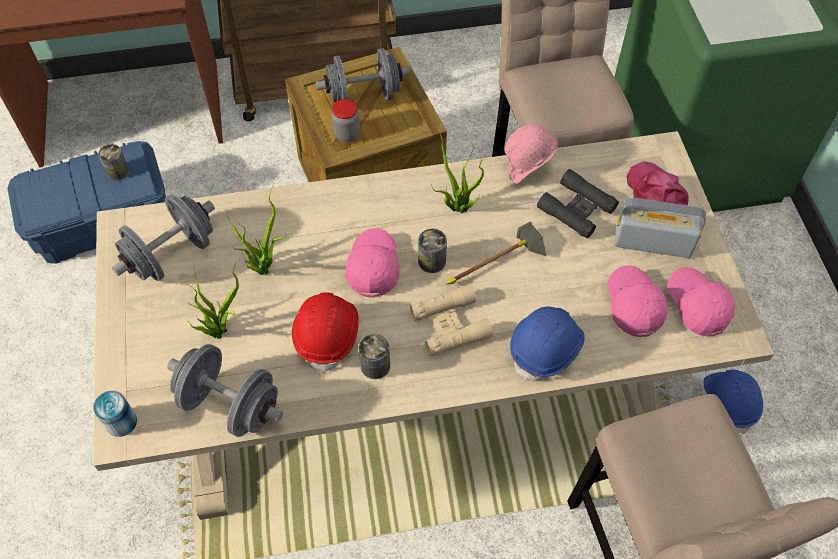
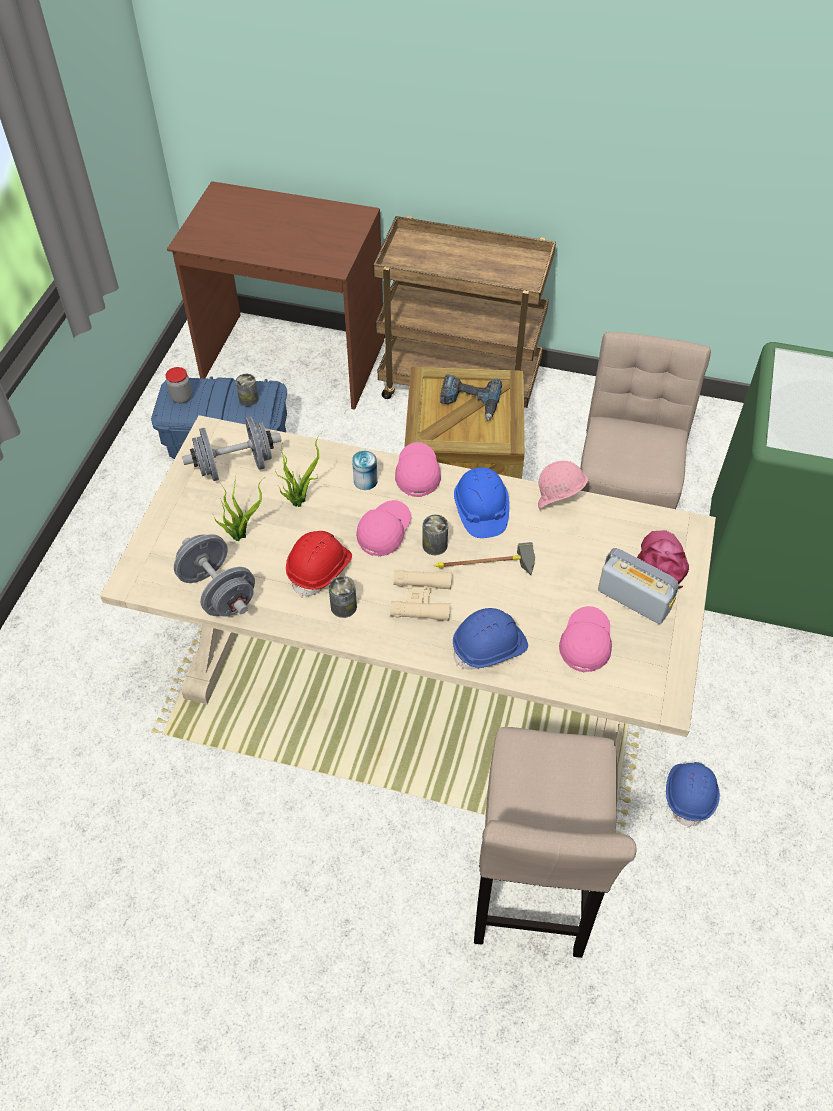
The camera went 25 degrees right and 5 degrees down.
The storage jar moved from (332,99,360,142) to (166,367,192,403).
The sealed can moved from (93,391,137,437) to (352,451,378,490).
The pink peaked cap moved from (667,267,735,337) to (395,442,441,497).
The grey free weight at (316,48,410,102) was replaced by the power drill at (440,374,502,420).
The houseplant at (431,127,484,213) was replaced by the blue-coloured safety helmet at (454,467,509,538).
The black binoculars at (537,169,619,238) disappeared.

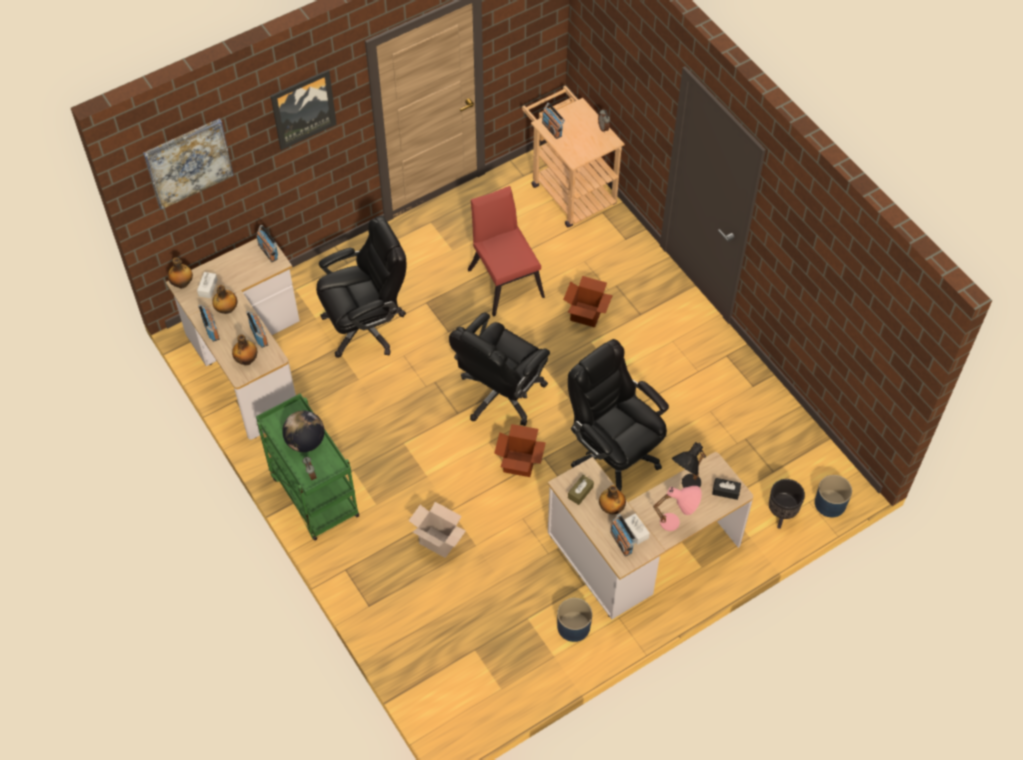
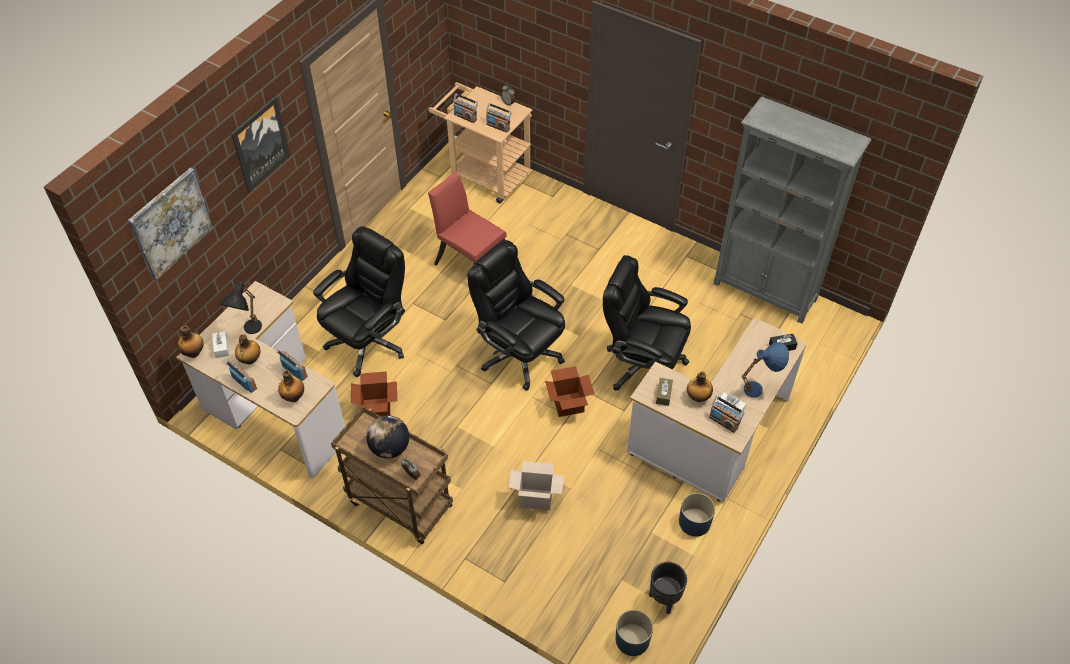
The camera went 25 degrees left and 5 degrees down.
The black tabletop lamp moved from (672,442,706,488) to (220,281,262,334).
The green-coloured cart at (256,393,359,541) became the brownish cart at (331,407,453,544).
The packing box moved from (563,276,613,328) to (351,371,397,417).
The black office chair at (449,312,550,426) turned 120 degrees clockwise.
The radio set moved from (256,225,278,262) to (486,103,511,133).
The blue-coloured planter moved from (815,475,852,517) to (616,610,653,656).
The black planter moved from (769,479,805,529) to (649,562,687,614).
The grey bookcase at (713,97,871,324) appeared.
The pink tabletop lamp at (653,486,702,531) became the blue-coloured tabletop lamp at (741,342,789,397).

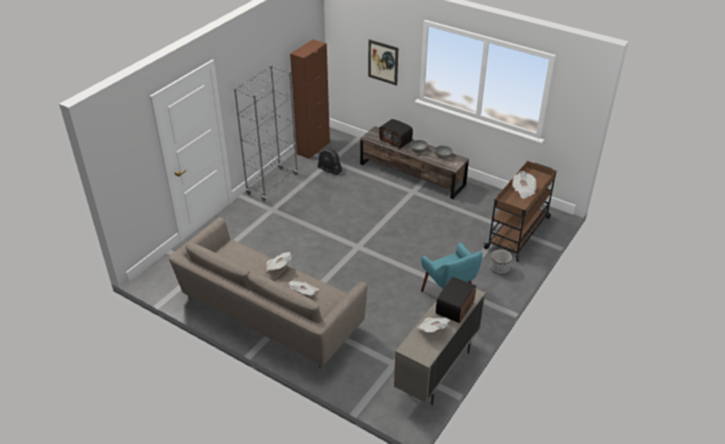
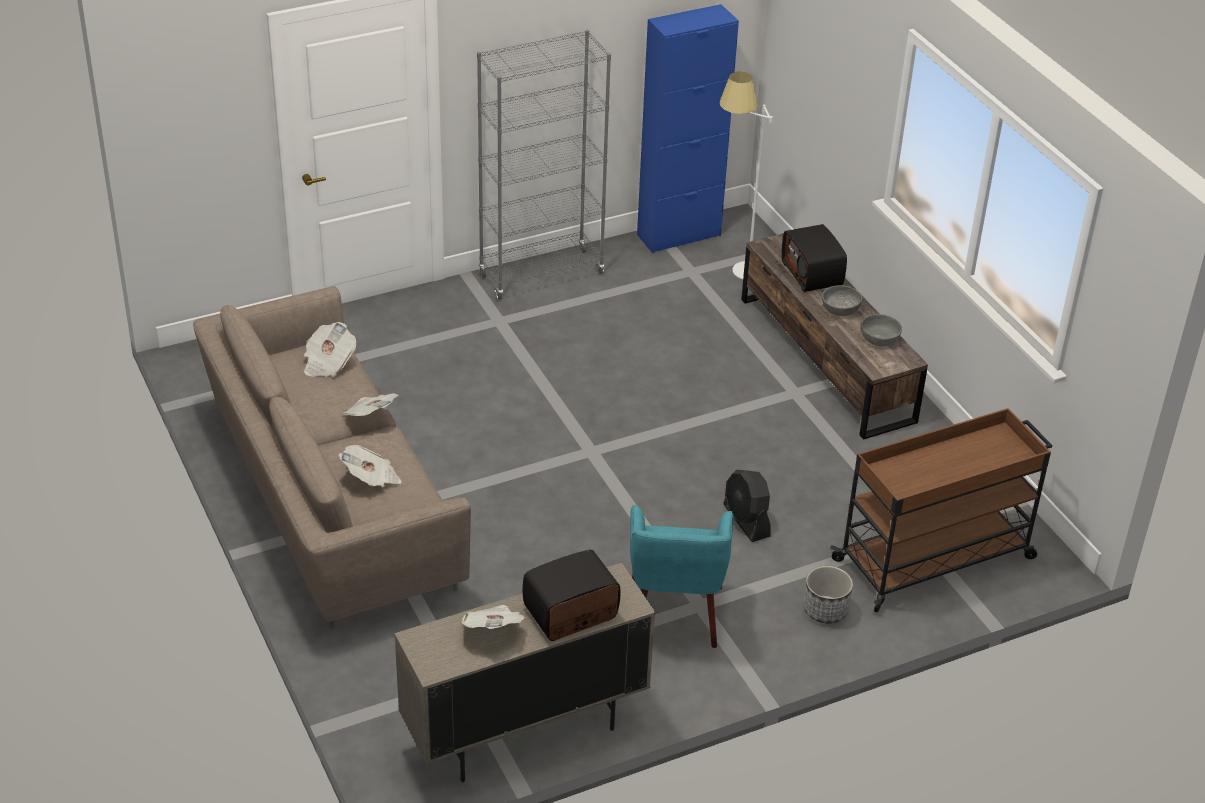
The camera went 30 degrees right and 0 degrees up.
The printed paper moved from (512,171,536,198) to (304,322,356,377).
The brownish cupboard at (290,39,330,159) became the blue-coloured cupboard at (637,4,739,253).
The white-coloured floor lamp at (720,71,773,279) appeared.
The black electric fan moved from (318,148,342,175) to (723,470,770,542).
The wall art at (368,39,398,86) disappeared.

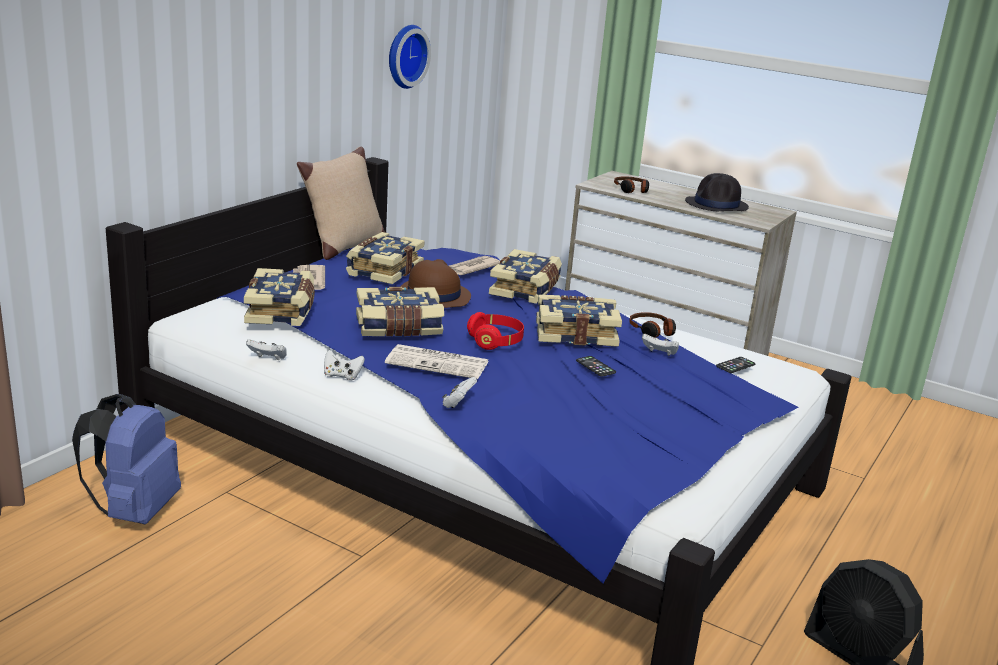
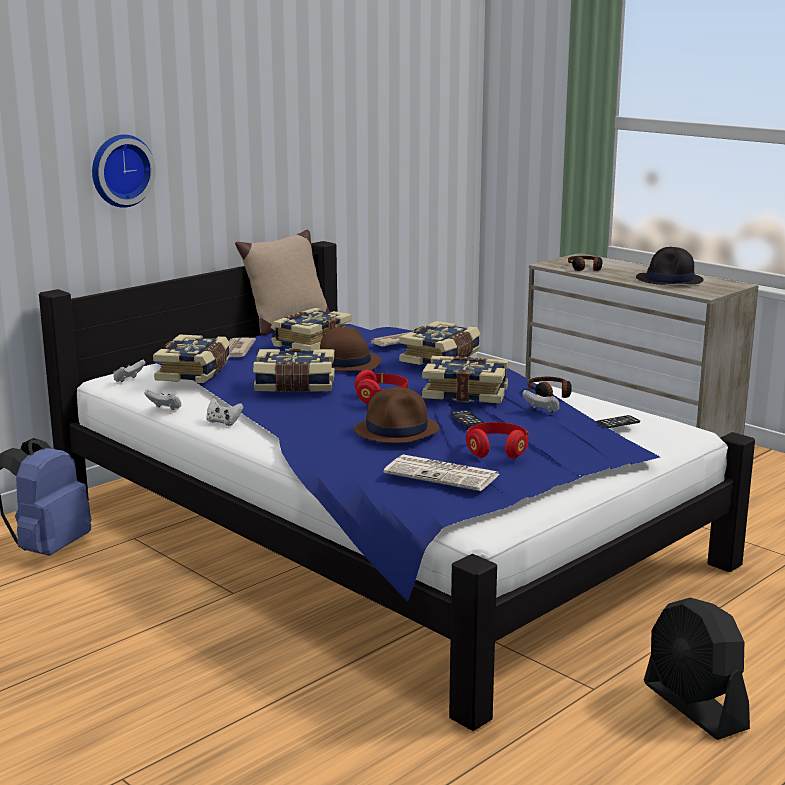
The camera went 15 degrees right and 5 degrees down.
The wall clock moved from (389,25,431,89) to (92,135,156,208).
The white-coloured gamepad moved from (442,377,477,408) to (113,359,146,382).
The brownish clothing hat at (354,387,440,443) appeared.
The printed paper moved from (385,344,489,379) to (384,455,499,491).
The red-coloured headset at (466,422,529,458) appeared.

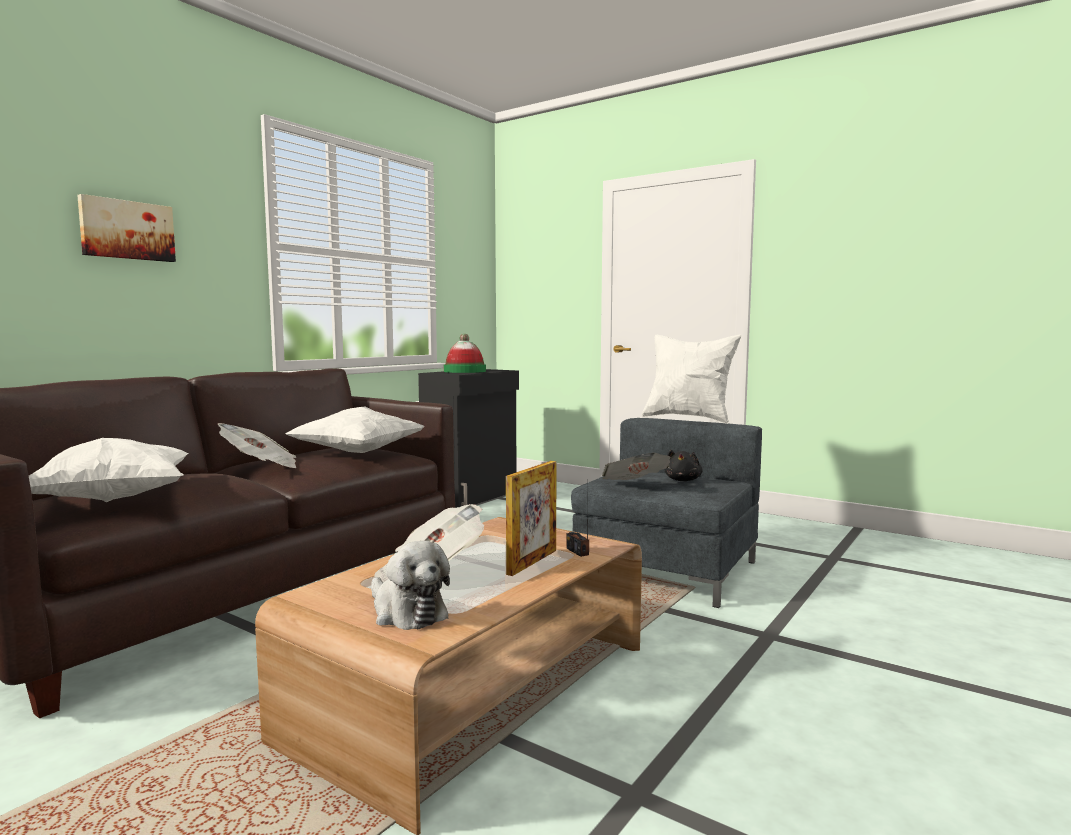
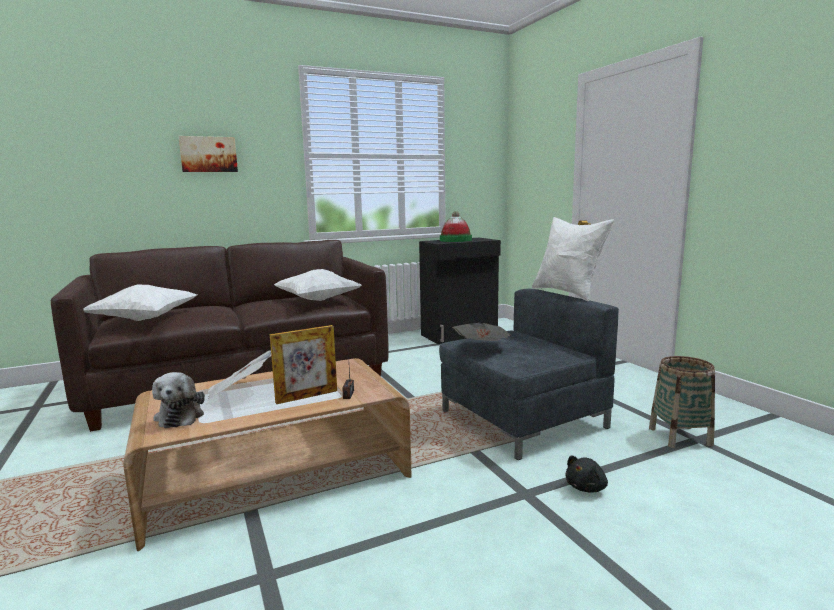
The camera went 30 degrees right and 5 degrees up.
The black cuddly toy moved from (665,450,703,481) to (565,455,608,493).
The household basket at (649,356,715,448) appeared.
The printed paper at (218,423,296,468) disappeared.

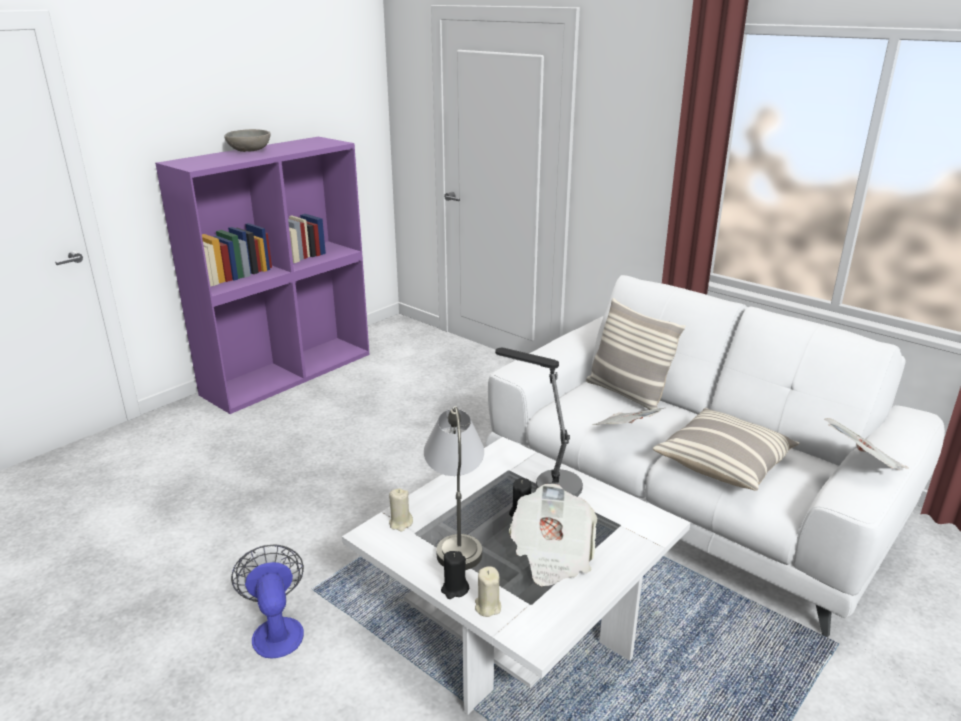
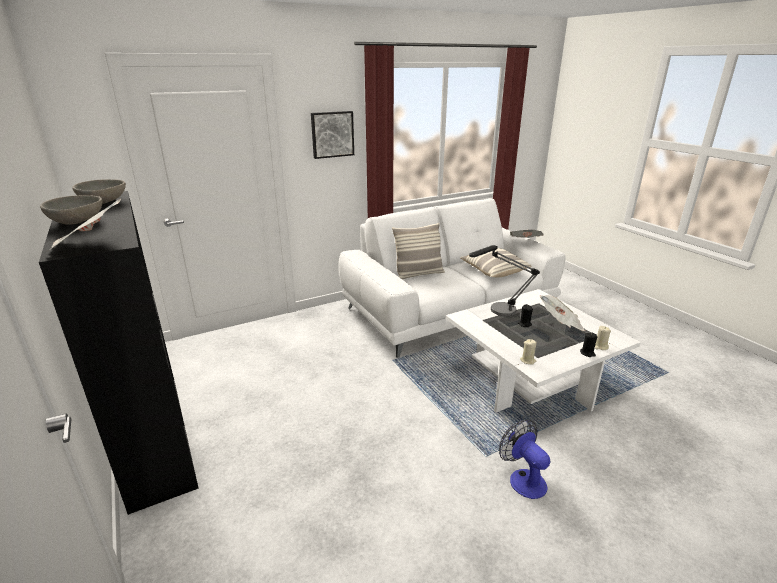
The camera went 70 degrees left and 0 degrees up.
The purplish bookcase at (155,137,370,414) became the black bookcase at (39,191,199,515).
The printed paper moved from (592,408,664,425) to (48,199,121,251).
The grey bowl at (72,179,126,204) appeared.
The wall art at (311,111,354,159) appeared.
The electric fan at (231,545,304,658) turned 60 degrees clockwise.
The grey tabletop lamp at (424,406,484,570) disappeared.

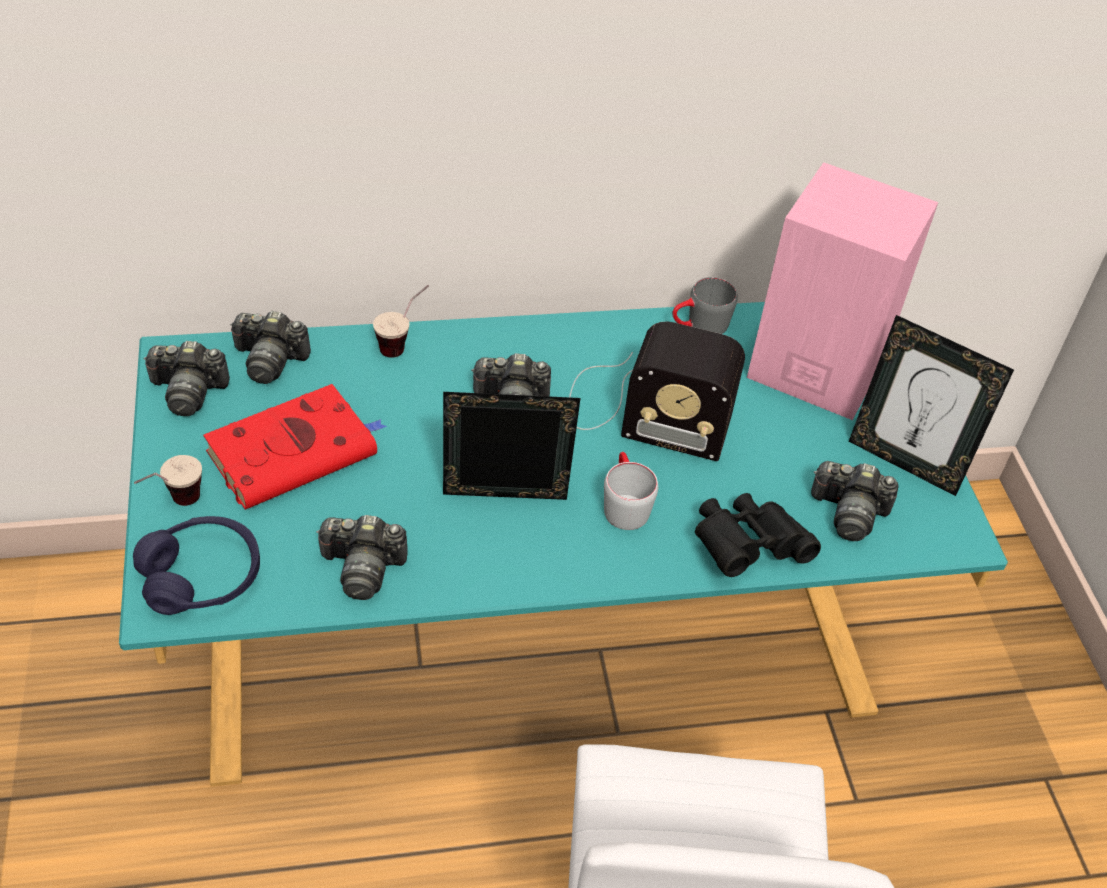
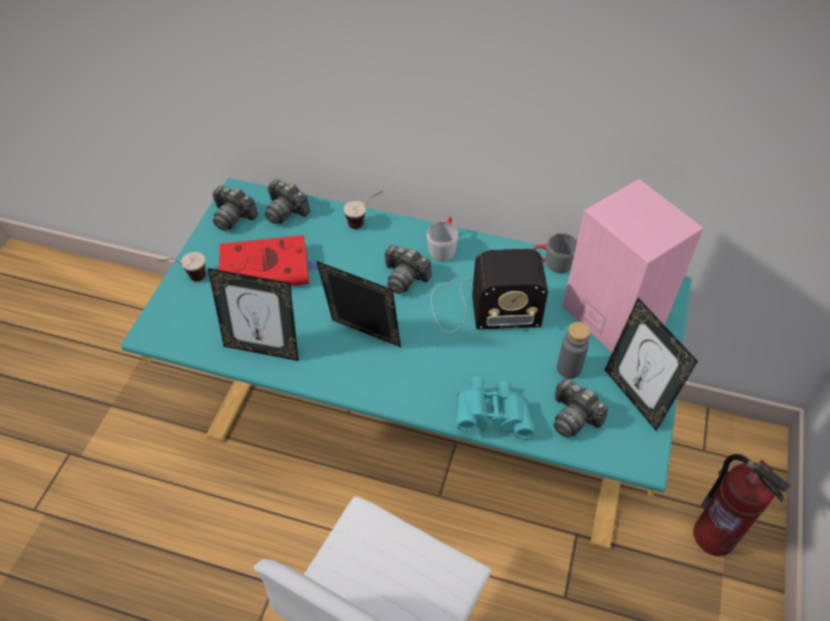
The camera went 30 degrees right and 5 degrees up.
The photo camera at (316,515,408,600) was replaced by the photo frame at (208,268,299,361).
The grey tea mug moved from (604,452,658,530) to (427,217,458,261).
The radio set at (569,321,745,461) turned 45 degrees counterclockwise.
The black binoculars at (695,493,821,577) became the turquoise binoculars at (456,377,534,439).
The grey bottle at (557,322,590,379) appeared.
The fire extinguisher at (693,454,791,556) appeared.
The purplish headset at (133,516,260,615) disappeared.

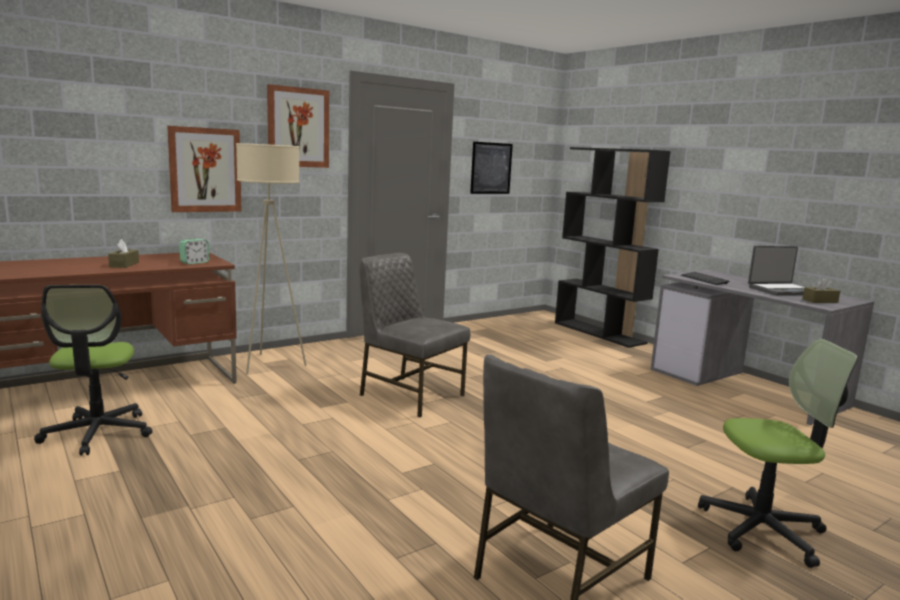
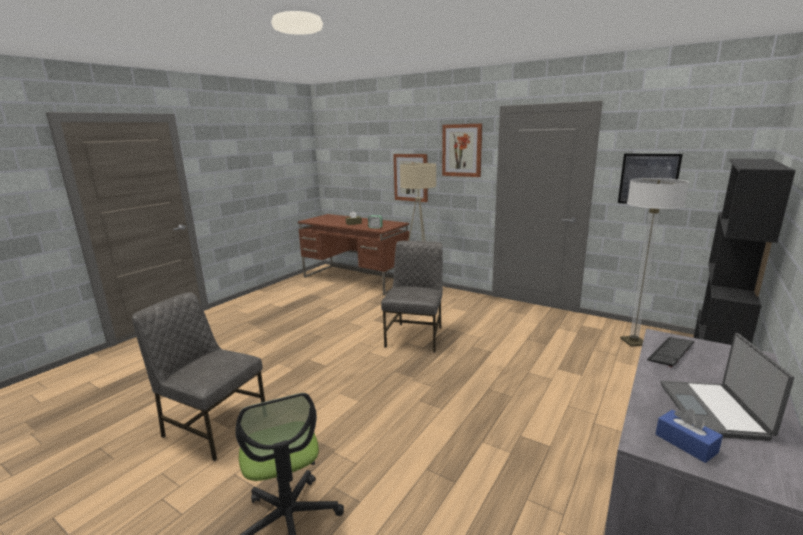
The camera went 70 degrees right and 5 degrees up.
The floor lamp at (620,178,689,347) appeared.
The brownish tissue box at (803,277,840,303) became the blue-coloured tissue box at (656,409,723,463).
The laptop at (748,246,804,296) turned 45 degrees clockwise.
The office chair at (34,285,152,456) disappeared.

